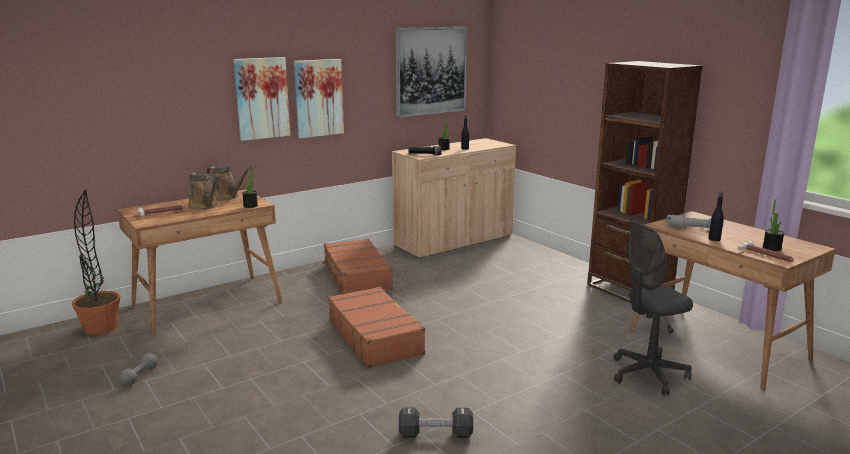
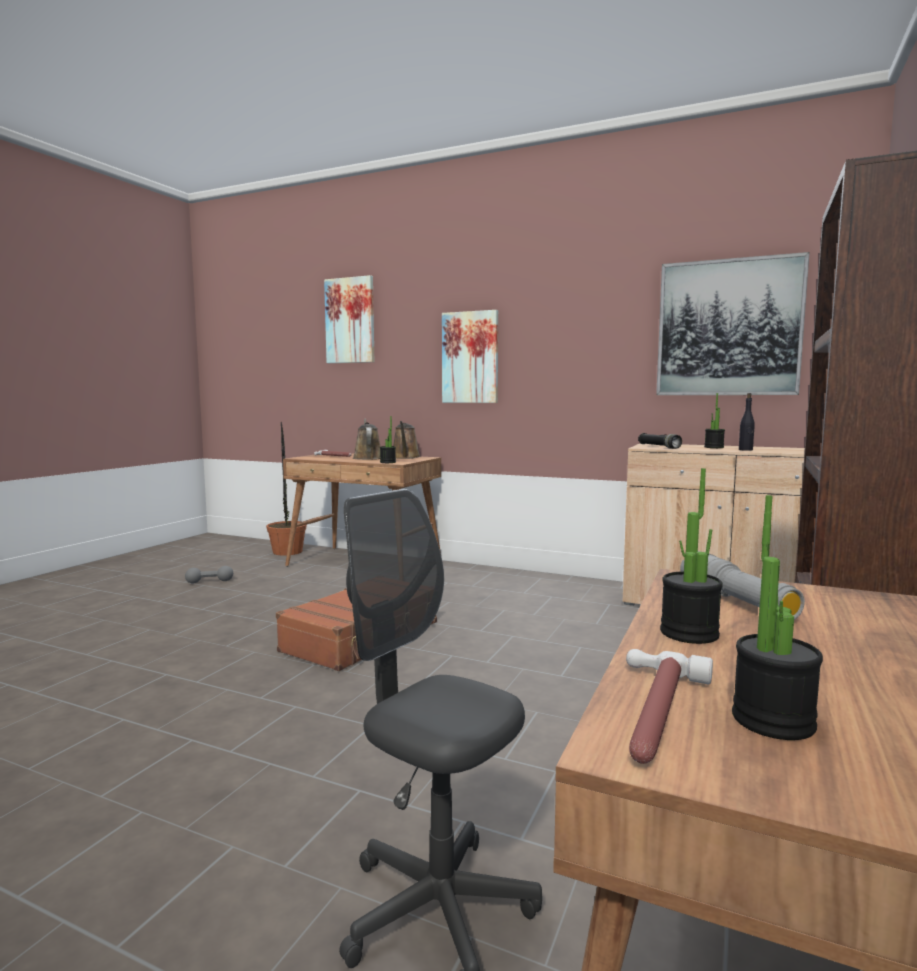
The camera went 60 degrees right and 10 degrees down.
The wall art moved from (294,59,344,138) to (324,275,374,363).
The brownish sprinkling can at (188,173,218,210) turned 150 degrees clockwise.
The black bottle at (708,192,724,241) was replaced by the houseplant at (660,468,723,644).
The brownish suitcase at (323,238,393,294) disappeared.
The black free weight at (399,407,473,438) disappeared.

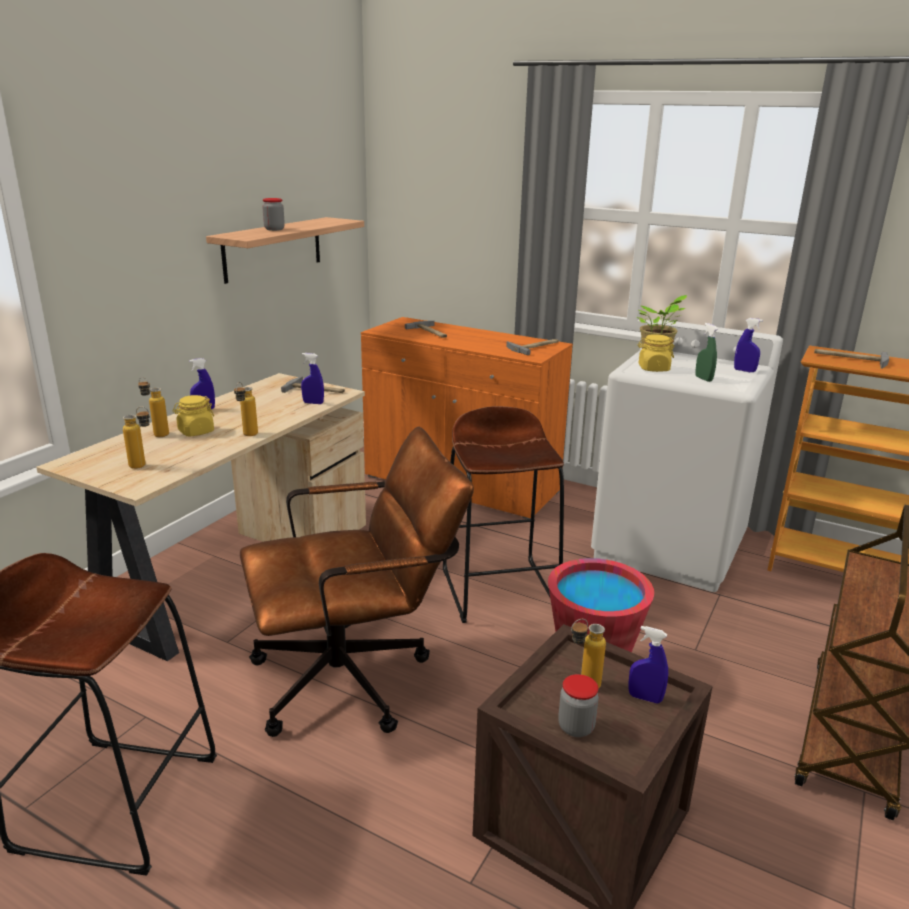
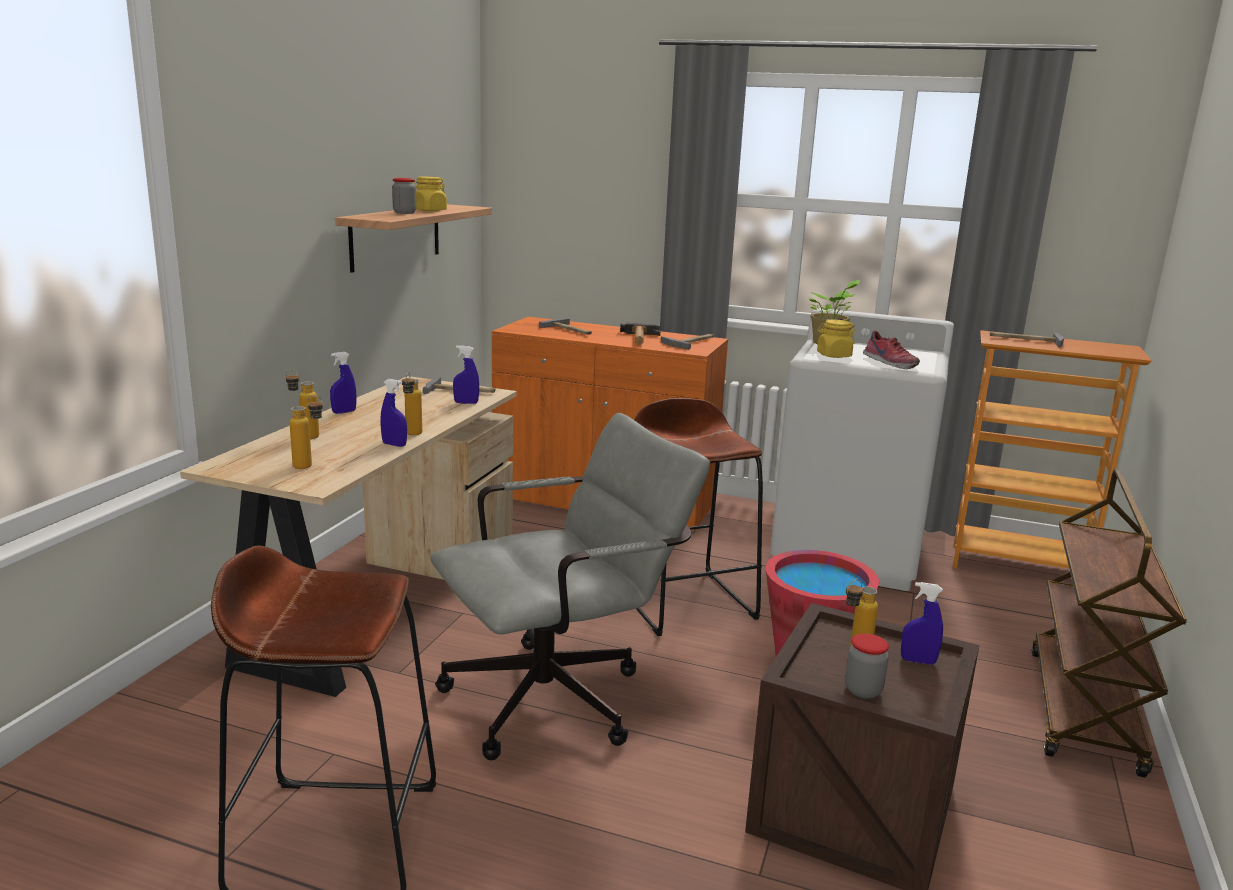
The camera went 10 degrees left and 5 degrees down.
The blue-coloured hand sprayer moved from (734,318,763,372) to (381,379,407,447).
The yellowish storage jar moved from (173,395,214,437) to (414,177,447,212).
The brownish office chair at (240,427,474,737) became the grey office chair at (430,413,710,761).
The tool hammer at (620,323,661,345) appeared.
The green-coloured hand sprayer at (695,323,718,382) was replaced by the low shoe at (863,331,920,369).

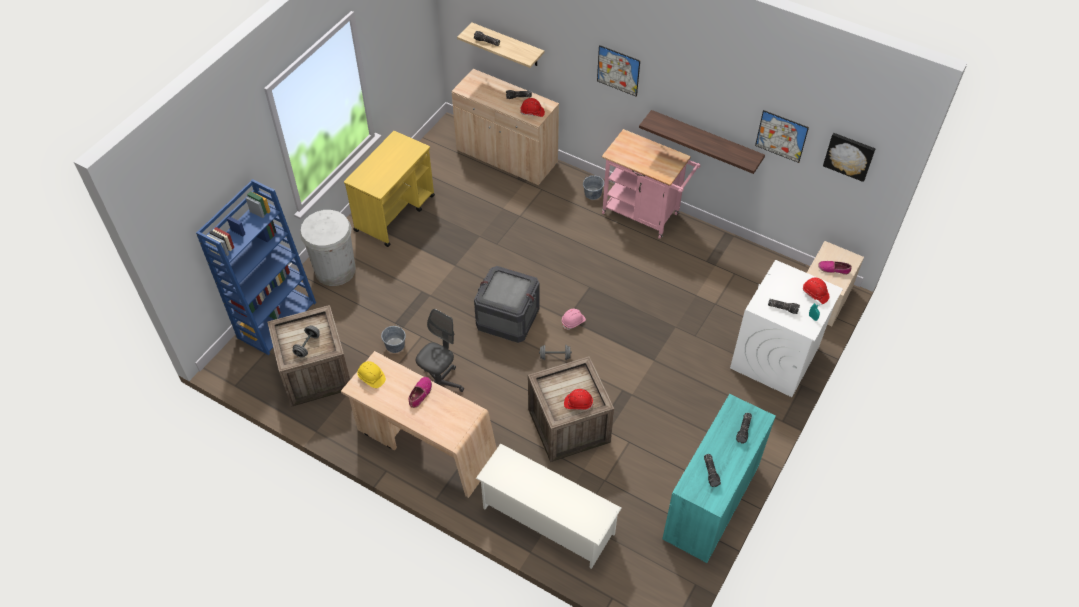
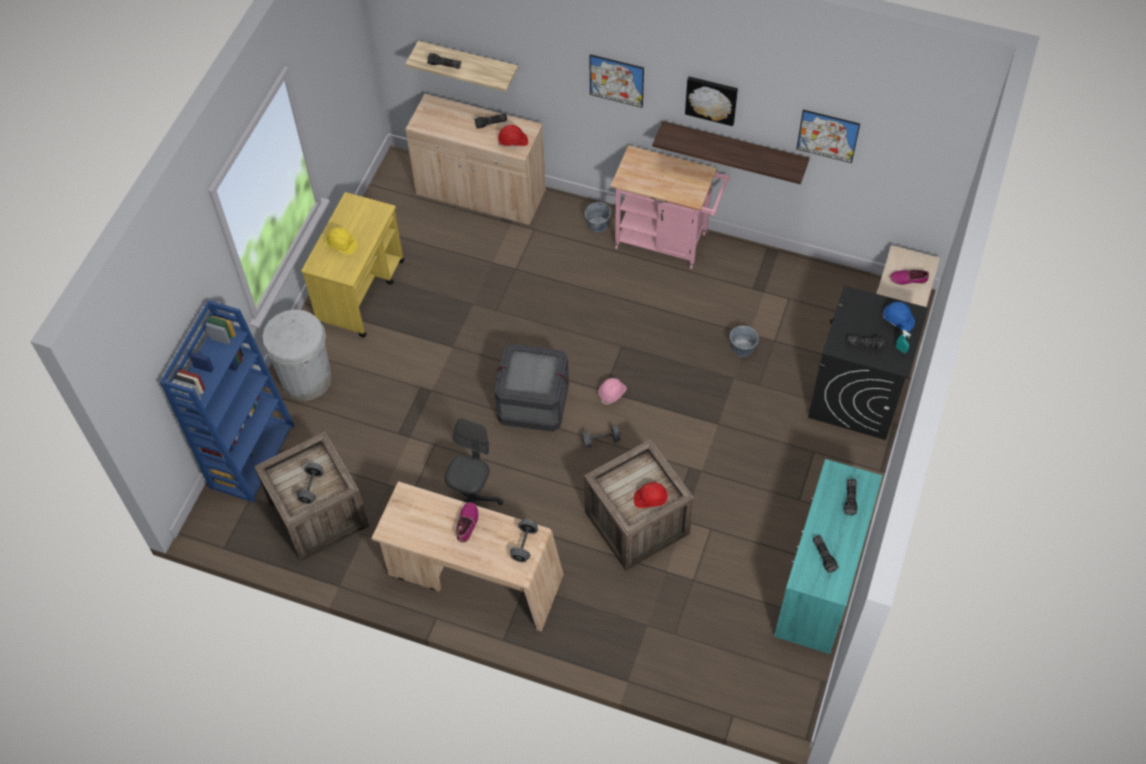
The camera went 10 degrees left and 5 degrees up.
The yellowish safety helmet moved from (357,361,386,388) to (326,227,358,255).
The grey free weight at (510,519,538,562) appeared.
The wall art moved from (823,133,875,182) to (685,76,738,126).
The grey pail moved from (381,326,406,353) to (730,326,759,357).
The white-coloured laundry appliance at (730,260,843,397) became the black laundry appliance at (808,285,928,440).
The red-coloured safety helmet at (803,277,830,304) became the blue-coloured safety helmet at (883,302,915,332).
The white-coloured shoe stand at (476,443,621,569) disappeared.

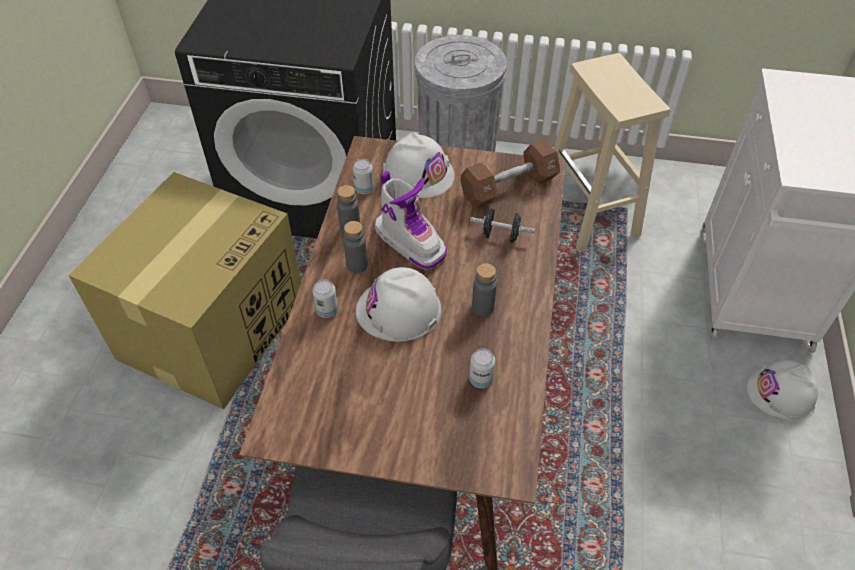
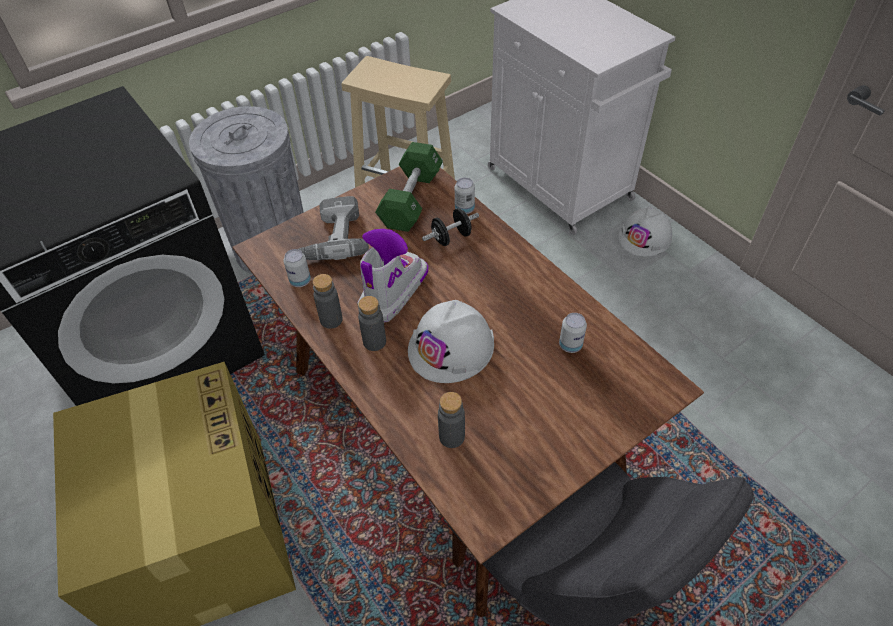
The camera went 45 degrees left and 0 degrees up.
The white-coloured safety helmet at (383,132,455,198) was replaced by the power drill at (298,196,369,260).
The high-top boot at (375,171,447,270) turned 60 degrees counterclockwise.
The brownish free weight at (460,139,560,208) became the green-coloured free weight at (375,142,443,232).
The grey bottle moved from (472,263,497,316) to (438,392,465,448).
The sealed can moved from (312,279,338,318) to (455,178,475,214).

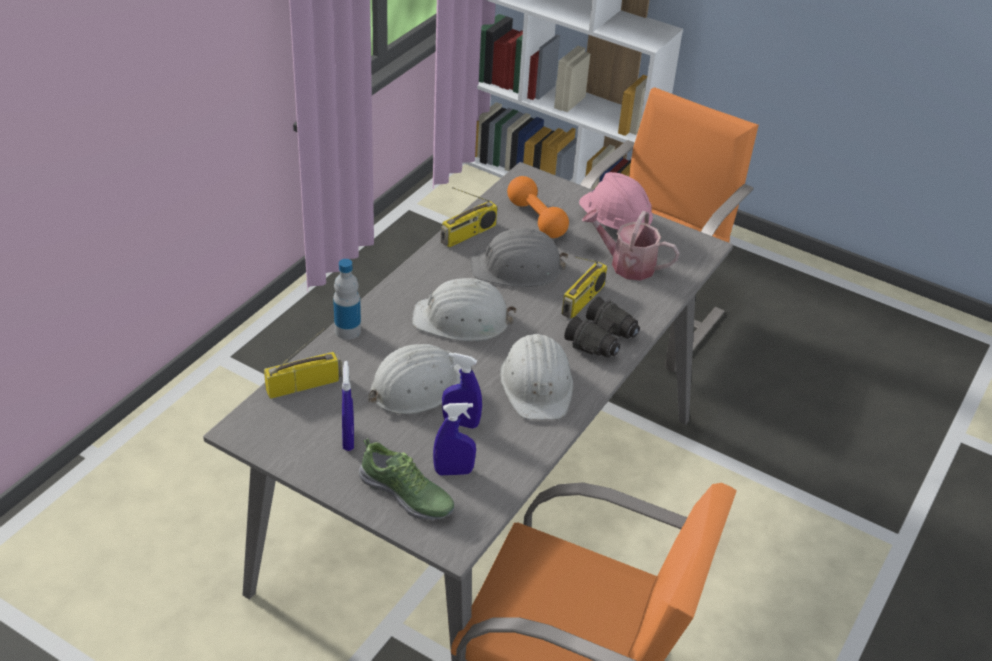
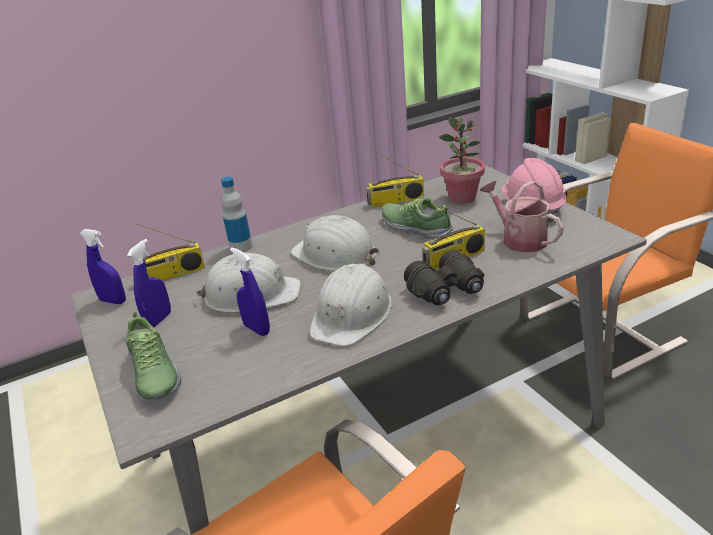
The camera went 35 degrees right and 10 degrees down.
The blue-coloured hand sprayer moved from (433,403,476,475) to (80,229,126,304).
The radio set at (264,328,342,399) turned 150 degrees clockwise.
The grey safety helmet at (470,228,568,287) was replaced by the low shoe at (382,196,453,240).
The orange free weight at (507,176,569,238) was replaced by the houseplant at (439,117,485,204).

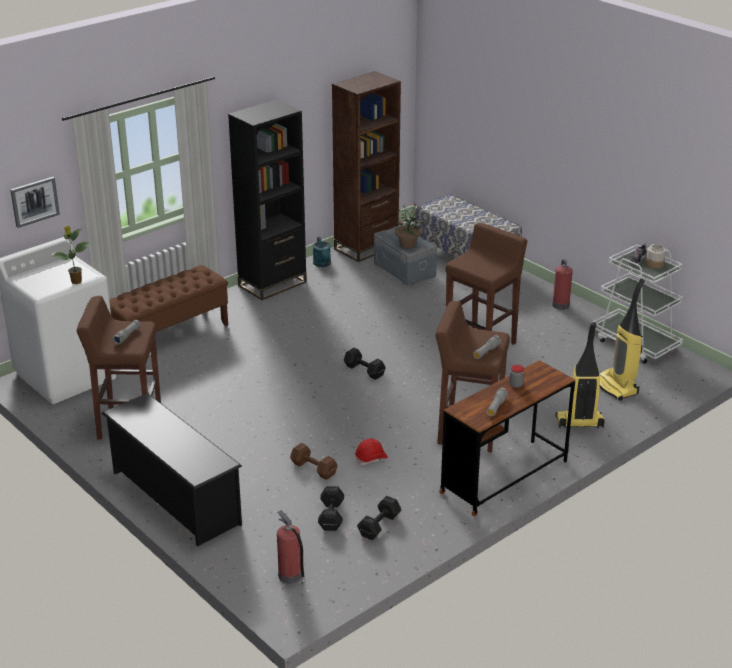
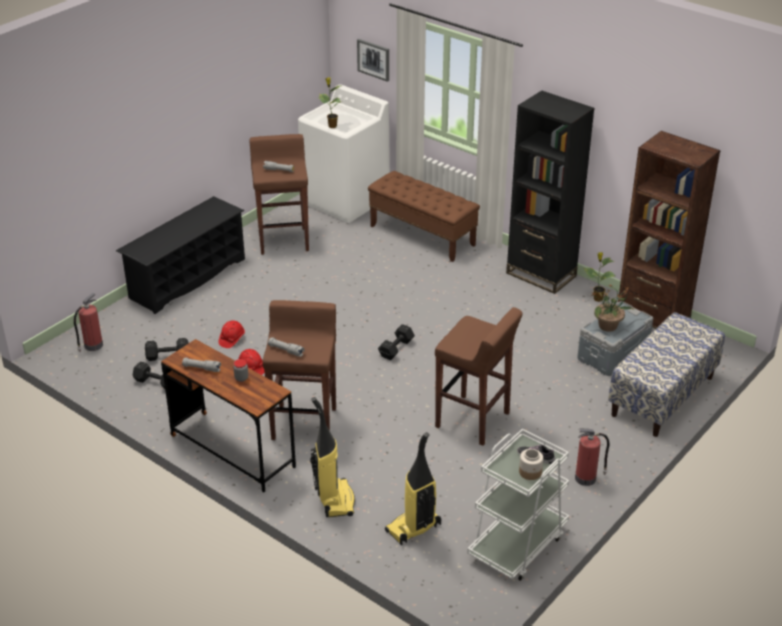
The camera went 80 degrees right and 5 degrees up.
The brownish free weight at (290,443,337,480) was replaced by the red-coloured safety helmet at (219,320,245,348).
The turquoise sprinkling can at (313,237,331,267) was replaced by the houseplant at (584,252,615,302).

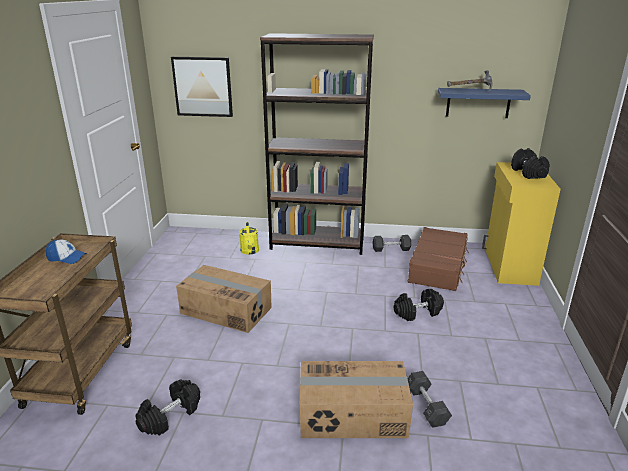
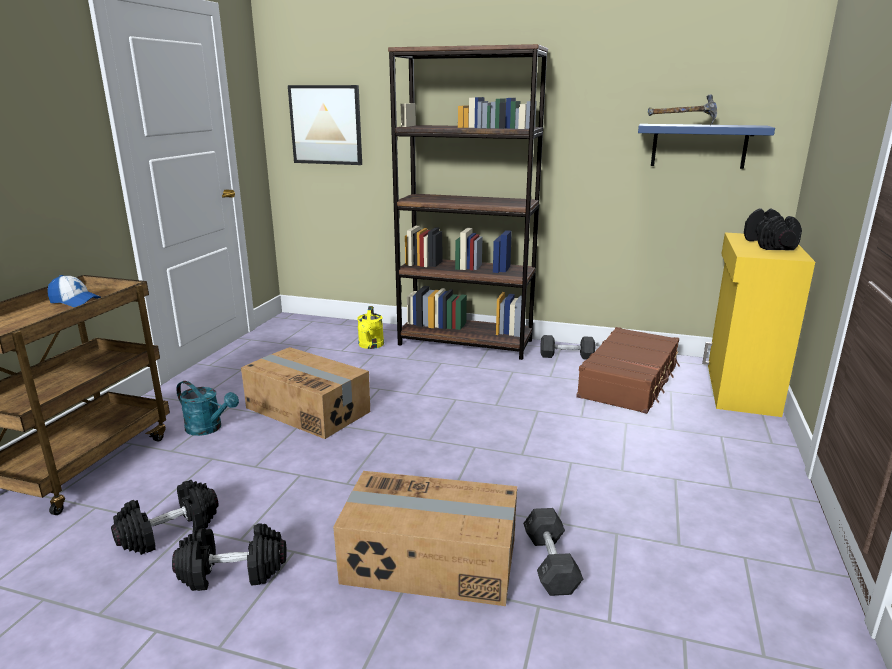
The camera went 10 degrees right and 5 degrees down.
The black free weight moved from (394,289,444,321) to (172,524,287,591).
The turquoise sprinkling can at (177,381,239,436) appeared.

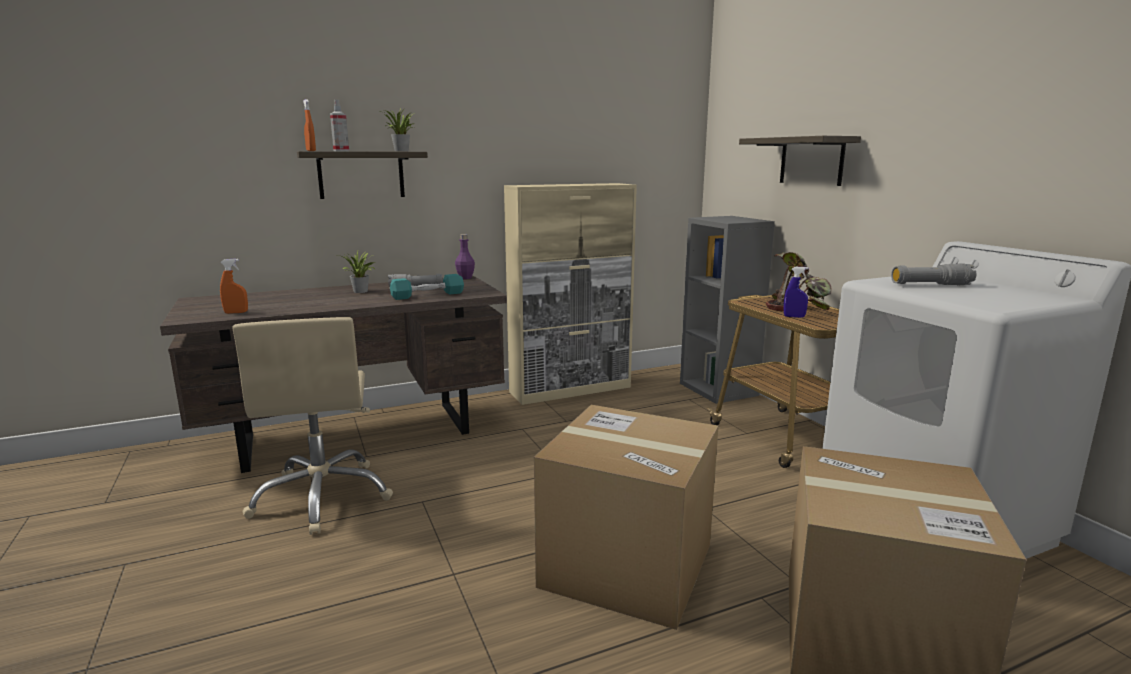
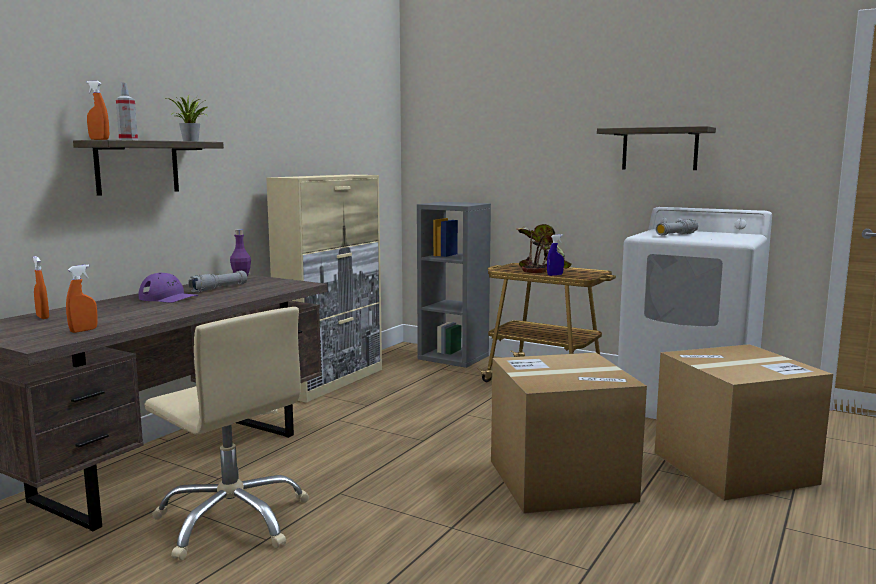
The camera went 35 degrees left and 5 degrees down.
The orange hand sprayer at (33,256,49,319) appeared.
The houseplant at (334,251,376,293) was replaced by the purplish peaked cap at (139,273,199,303).
The wall shelf moved from (739,136,861,186) to (597,126,716,170).
The turquoise free weight at (390,274,464,300) disappeared.

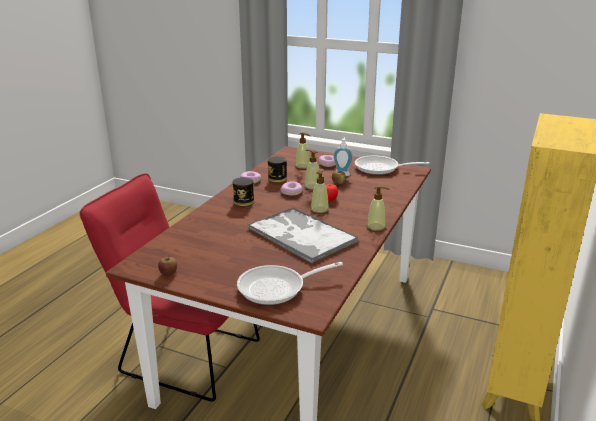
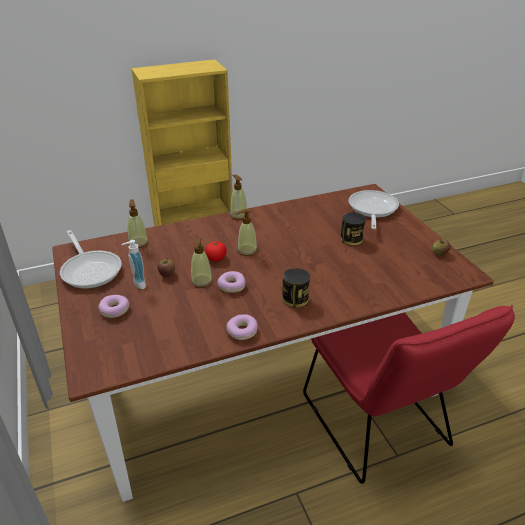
The camera went 135 degrees left and 10 degrees up.
The soap dispenser moved from (295,132,310,170) to (128,199,148,248).
The sealed can moved from (268,156,287,183) to (341,212,366,246).
The frying pan at (237,262,343,305) turned 105 degrees counterclockwise.
The serving tray at (248,207,358,263) disappeared.

